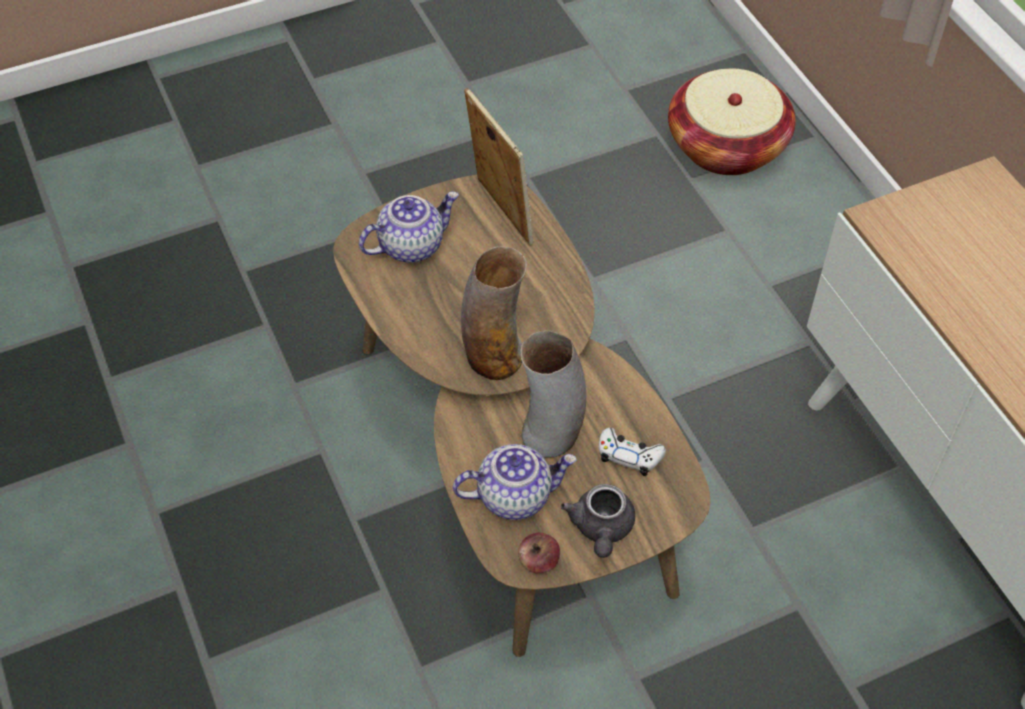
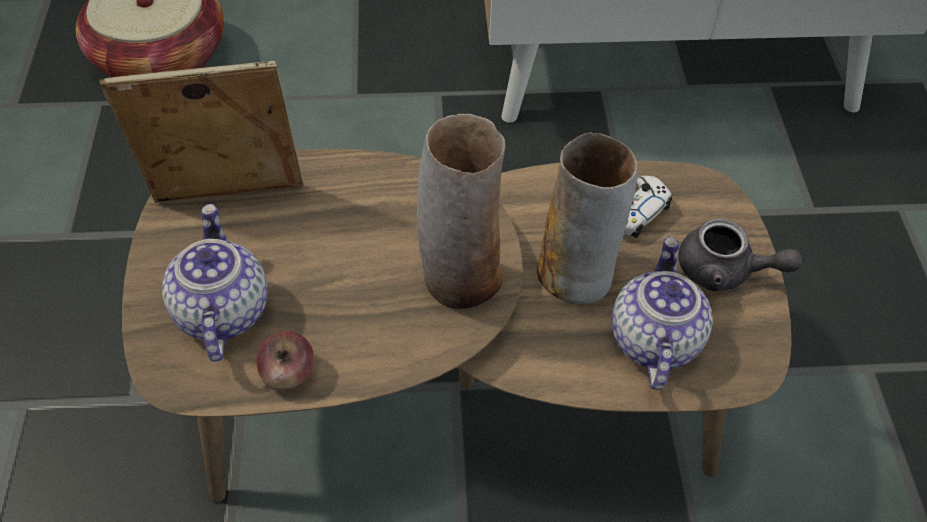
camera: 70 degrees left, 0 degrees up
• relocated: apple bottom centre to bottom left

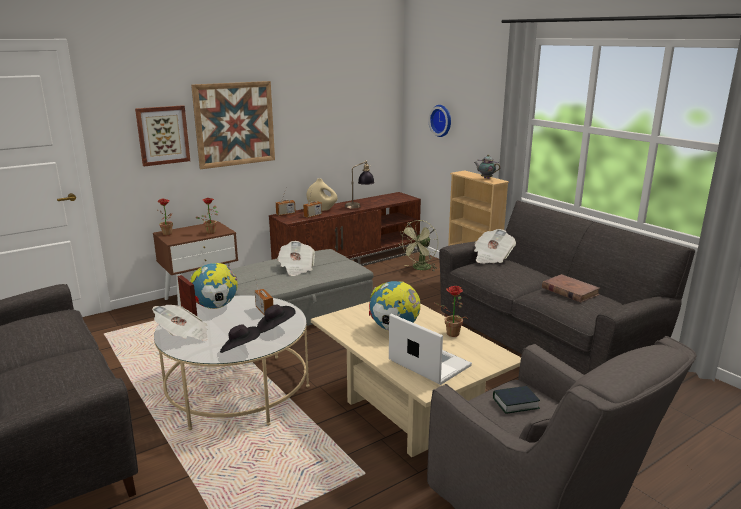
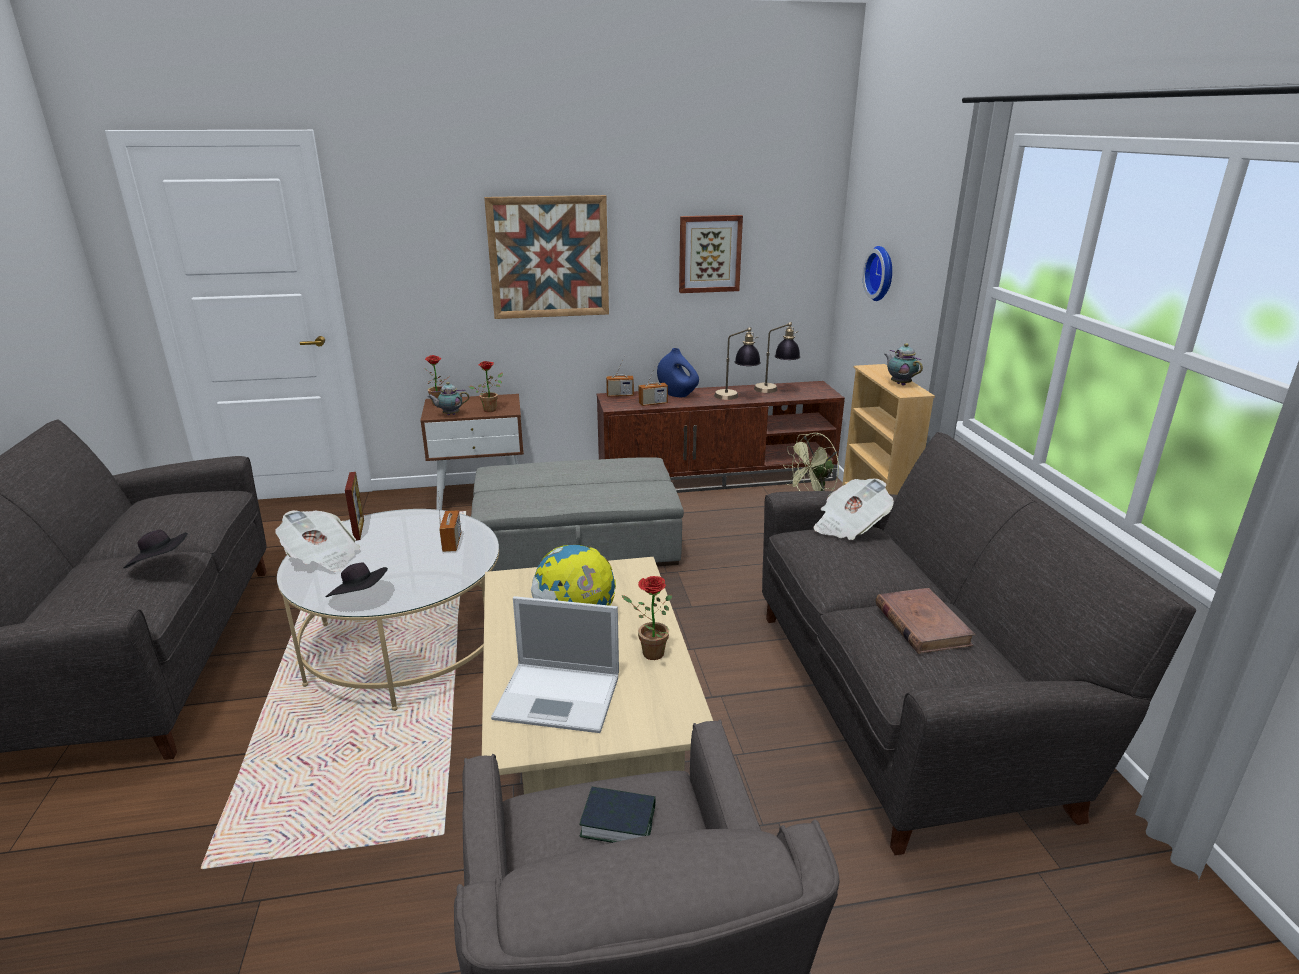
camera: 25 degrees right, 5 degrees up
• relocated: picture (no. 1 from left in the first image) top left to picture (no. 2 from left) top centre
• colour: vase (beige) centre to vase (blue) centre
• missing: newspaper (no. 2 from left) centre
• missing: globe (no. 1 from left) middle left
• relocated: hat (black) (no. 2 from left in the first image) centre to hat (black) (no. 1 from left) middle left
• spun: laptop bottom centre = bottom centre 120 degrees clockwise
• appeared: table lamp (no. 2 from left) centre
• appeared: teapot (no. 1 from left) centre

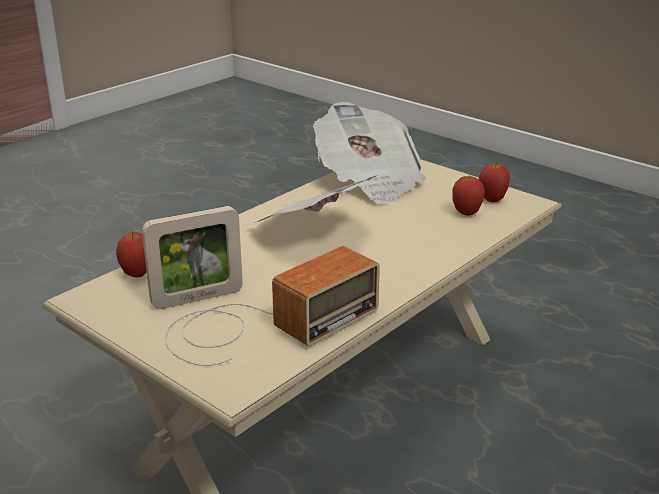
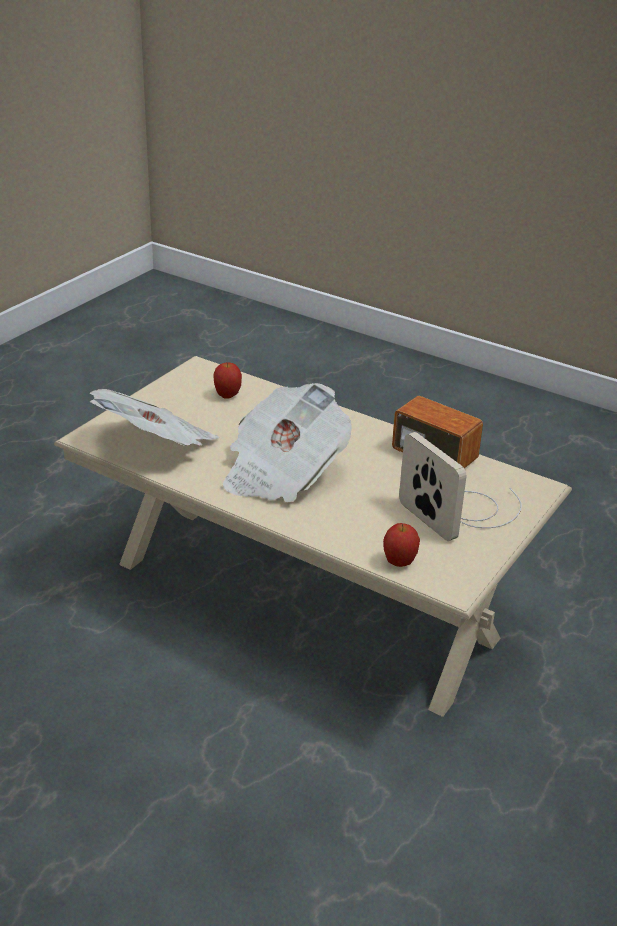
camera: 100 degrees left, 5 degrees up
• missing: apple (no. 3 from left) middle right

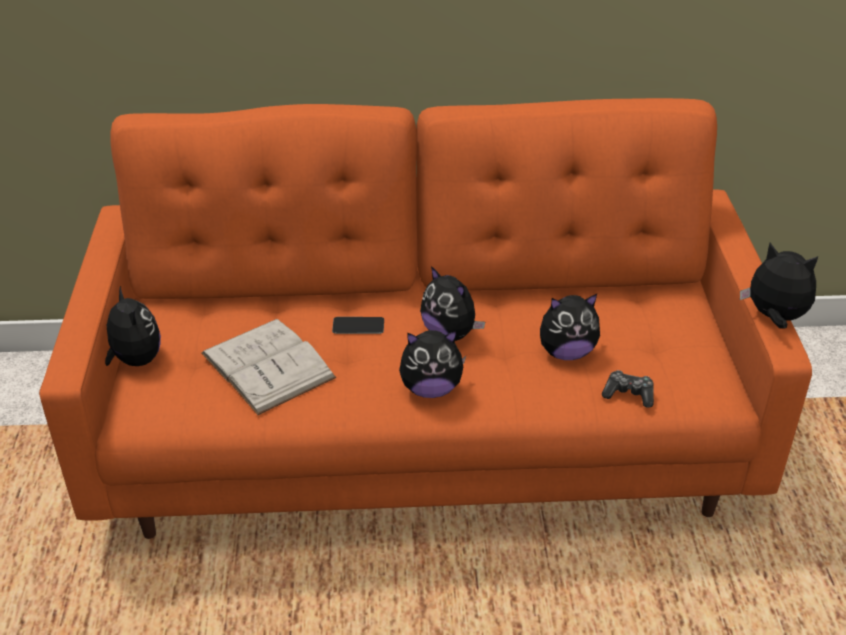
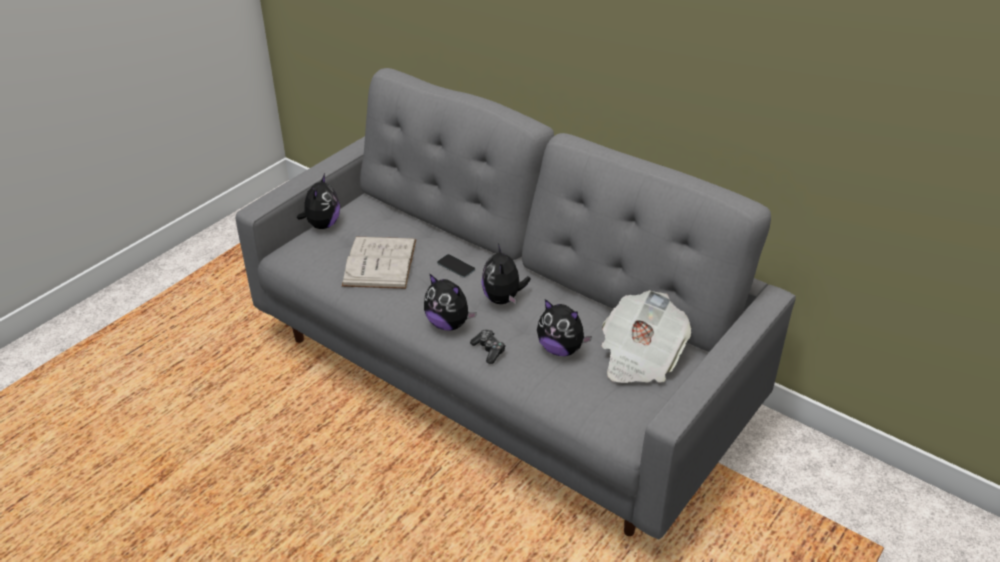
camera: 40 degrees right, 0 degrees up
• colour: sofa (orange) centre to sofa (grey) centre
• missing: plush toy (no. 5 from left) middle right
• relocated: game controller middle right to centre
• appeared: newspaper centre

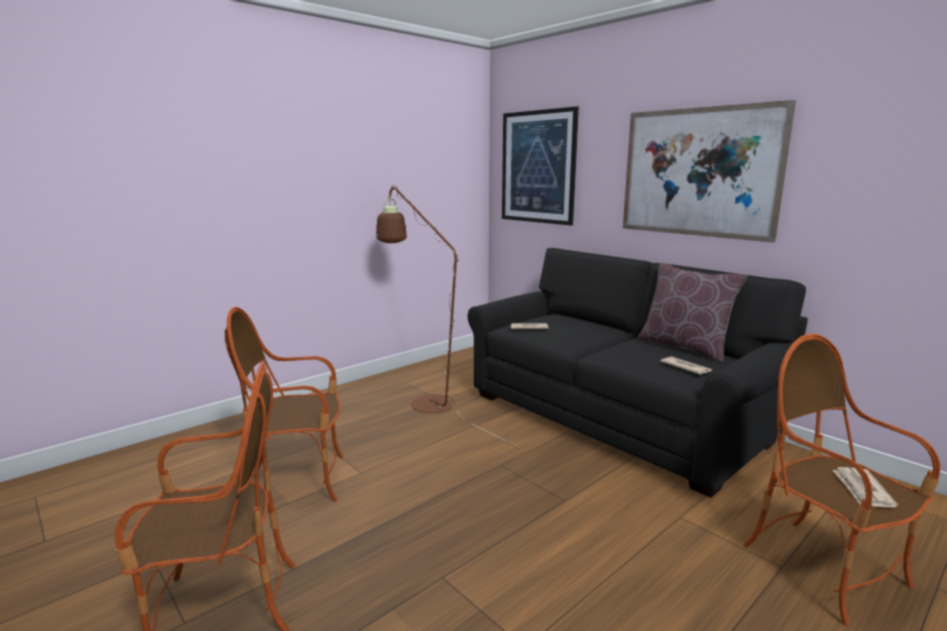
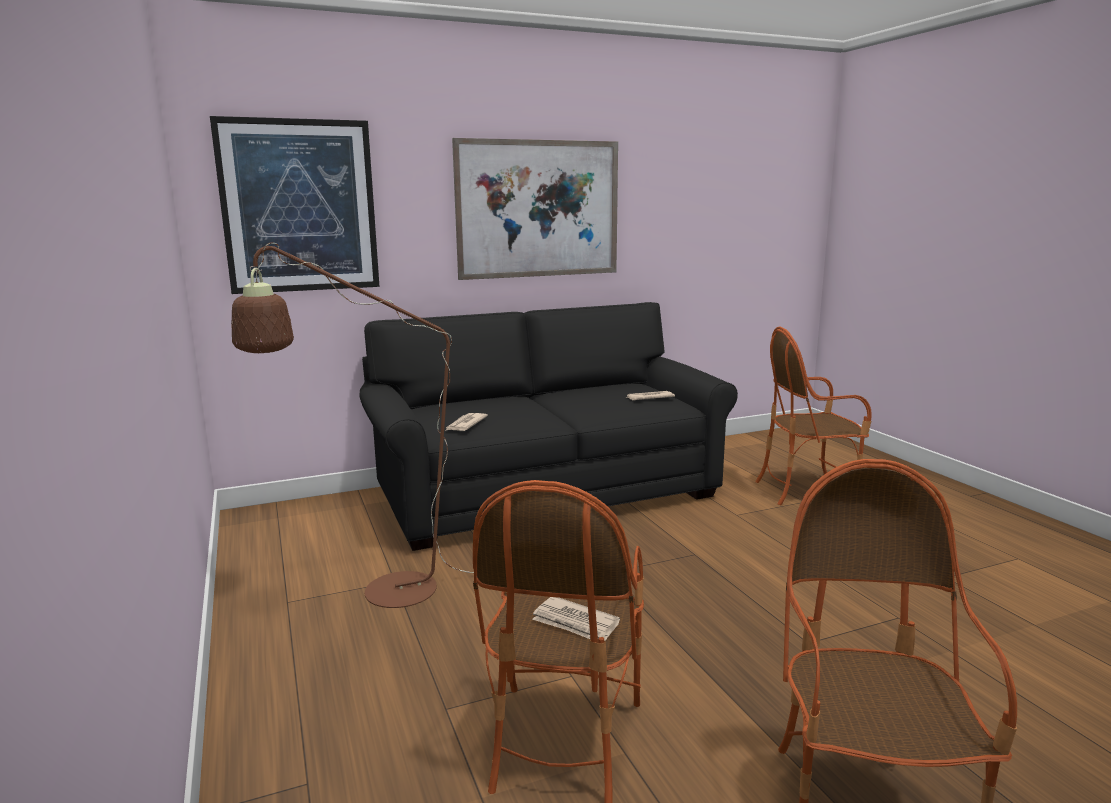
camera: 70 degrees left, 0 degrees up
• missing: pillow (brown) middle right
• relocated: newspaper (no. 3 from left in the first image) bottom right to newspaper (no. 2 from left) bottom centre

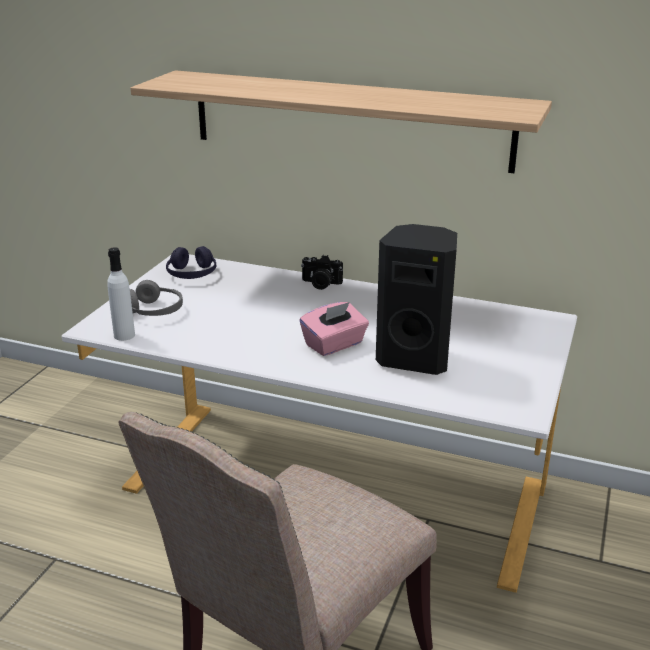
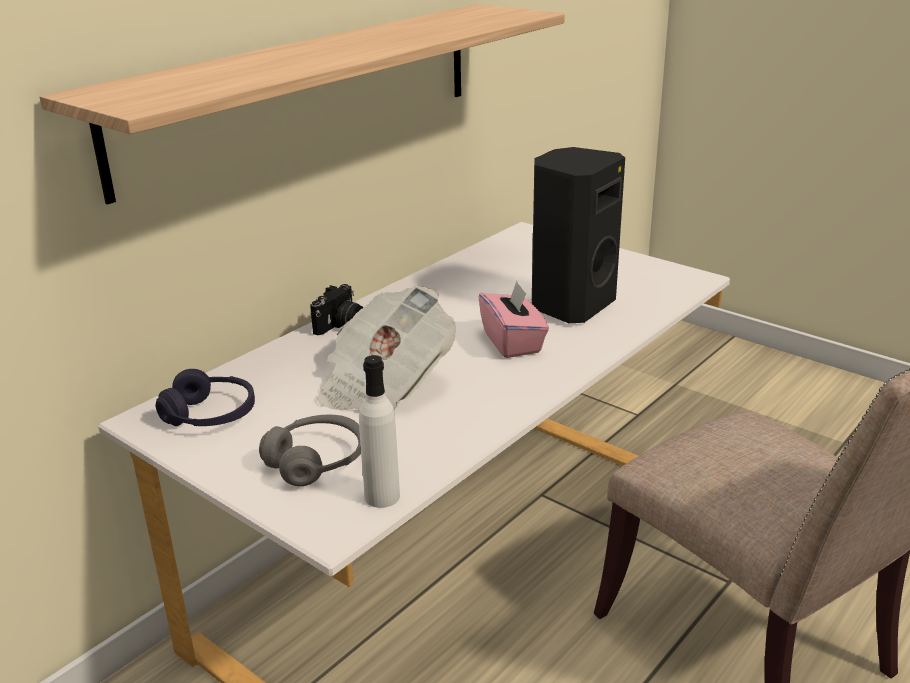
camera: 70 degrees left, 0 degrees up
• appeared: newspaper centre

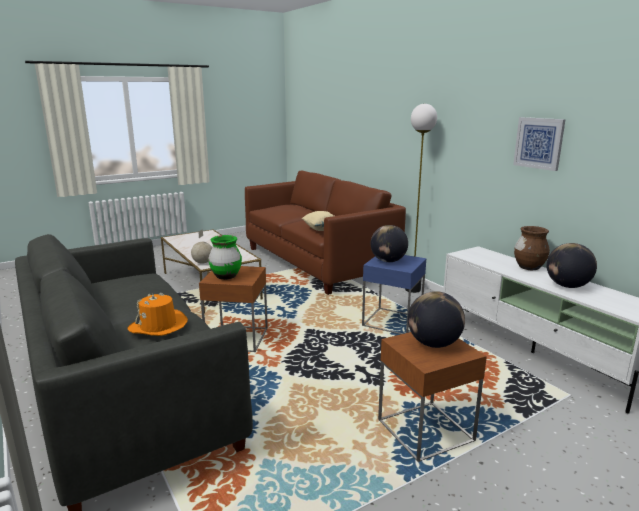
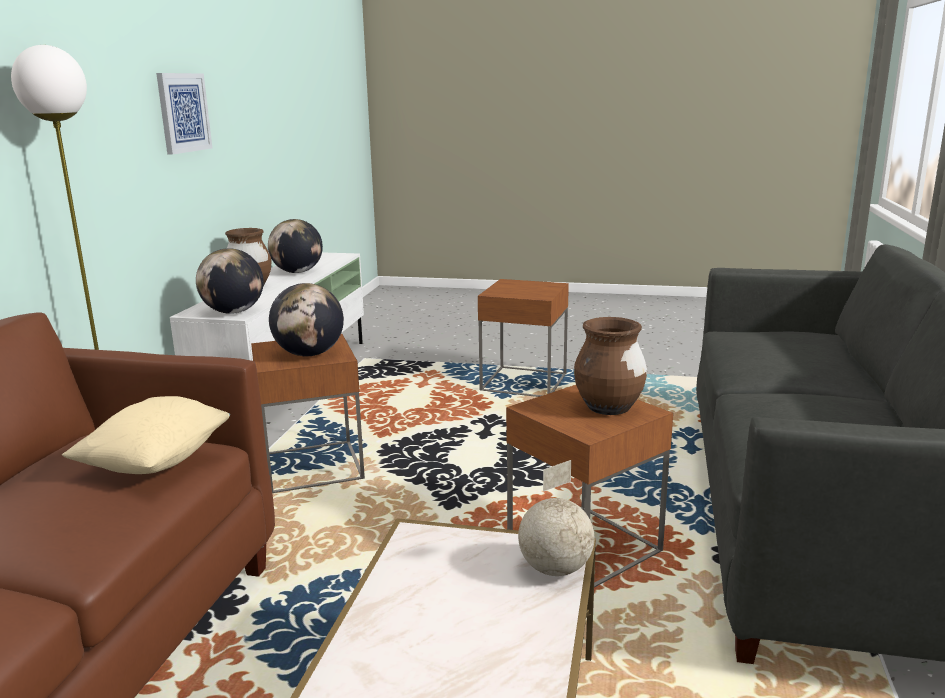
camera: 135 degrees left, 0 degrees up
• colour: vase (green) centre to vase (brown) (no. 2 from left) centre
• colour: side table (blue) centre to side table (brown) (no. 1 from left) middle left
• relocated: globe (no. 3 from left in the first image) middle right to globe (no. 1 from left) middle left
• missing: hat (orange) middle left

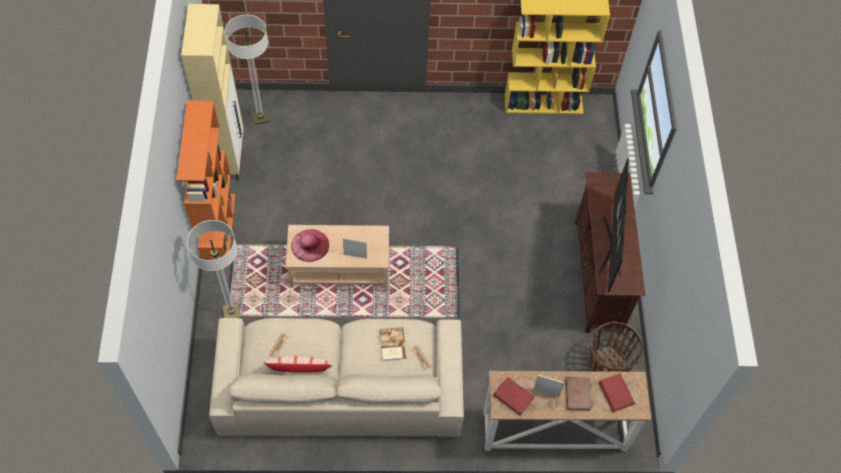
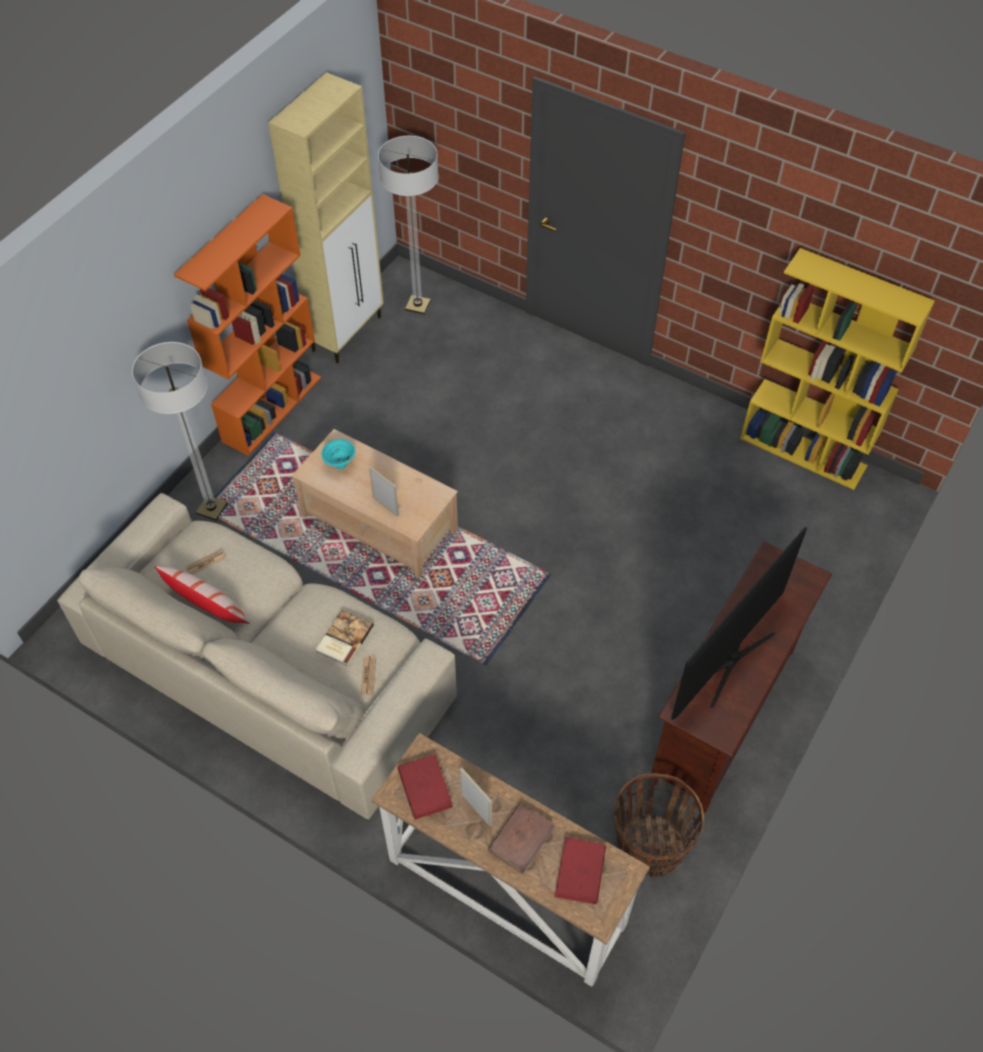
camera: 35 degrees right, 5 degrees down
• exchanged: hat (pink) centre to bowl (turquoise) centre

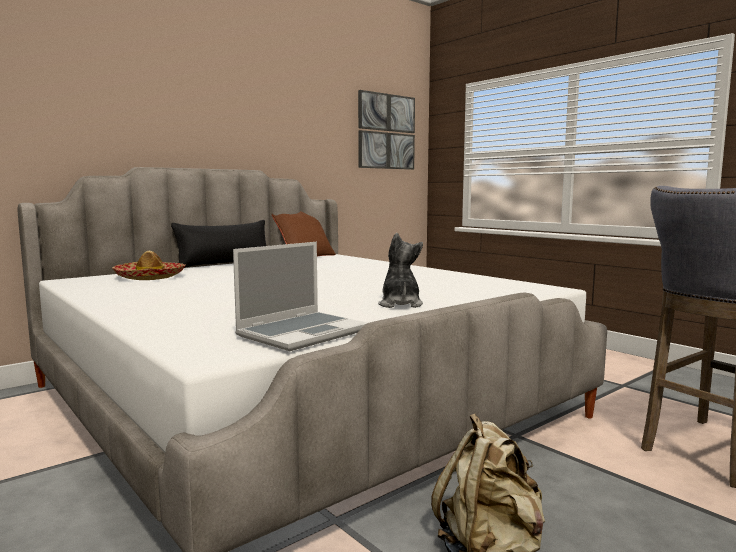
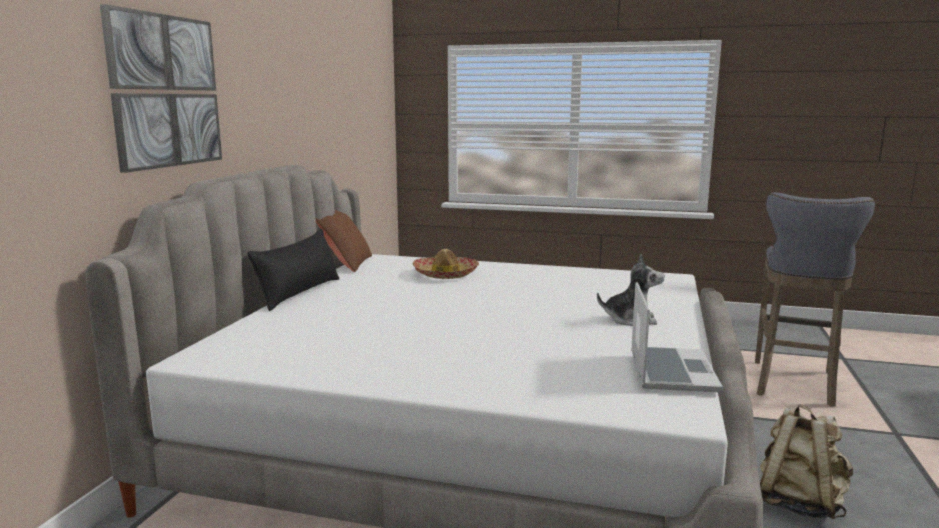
camera: 35 degrees left, 5 degrees up
• relocated: picture top centre to top left
• spun: plush toy centre = middle right 135 degrees clockwise
• relocated: hat middle left to centre

